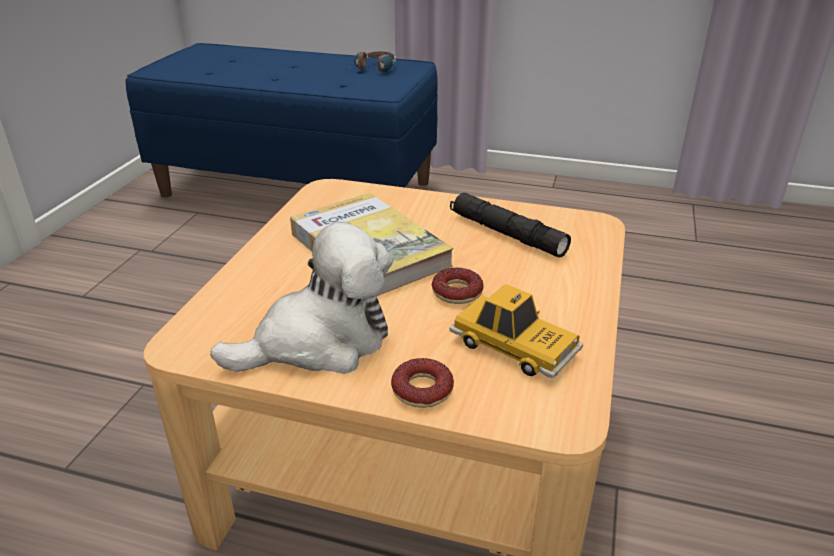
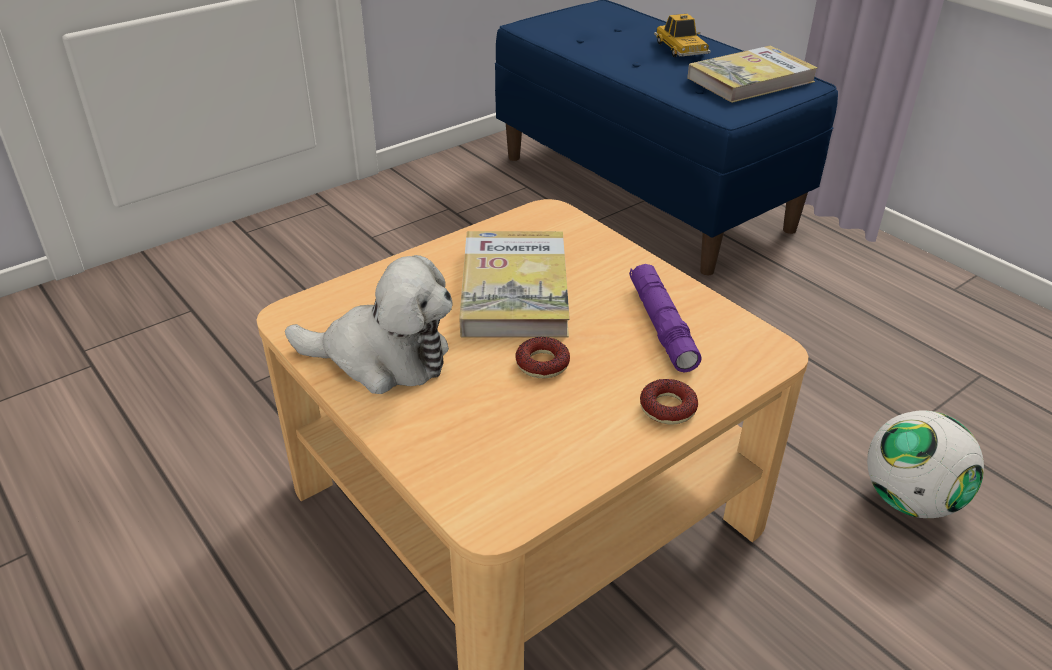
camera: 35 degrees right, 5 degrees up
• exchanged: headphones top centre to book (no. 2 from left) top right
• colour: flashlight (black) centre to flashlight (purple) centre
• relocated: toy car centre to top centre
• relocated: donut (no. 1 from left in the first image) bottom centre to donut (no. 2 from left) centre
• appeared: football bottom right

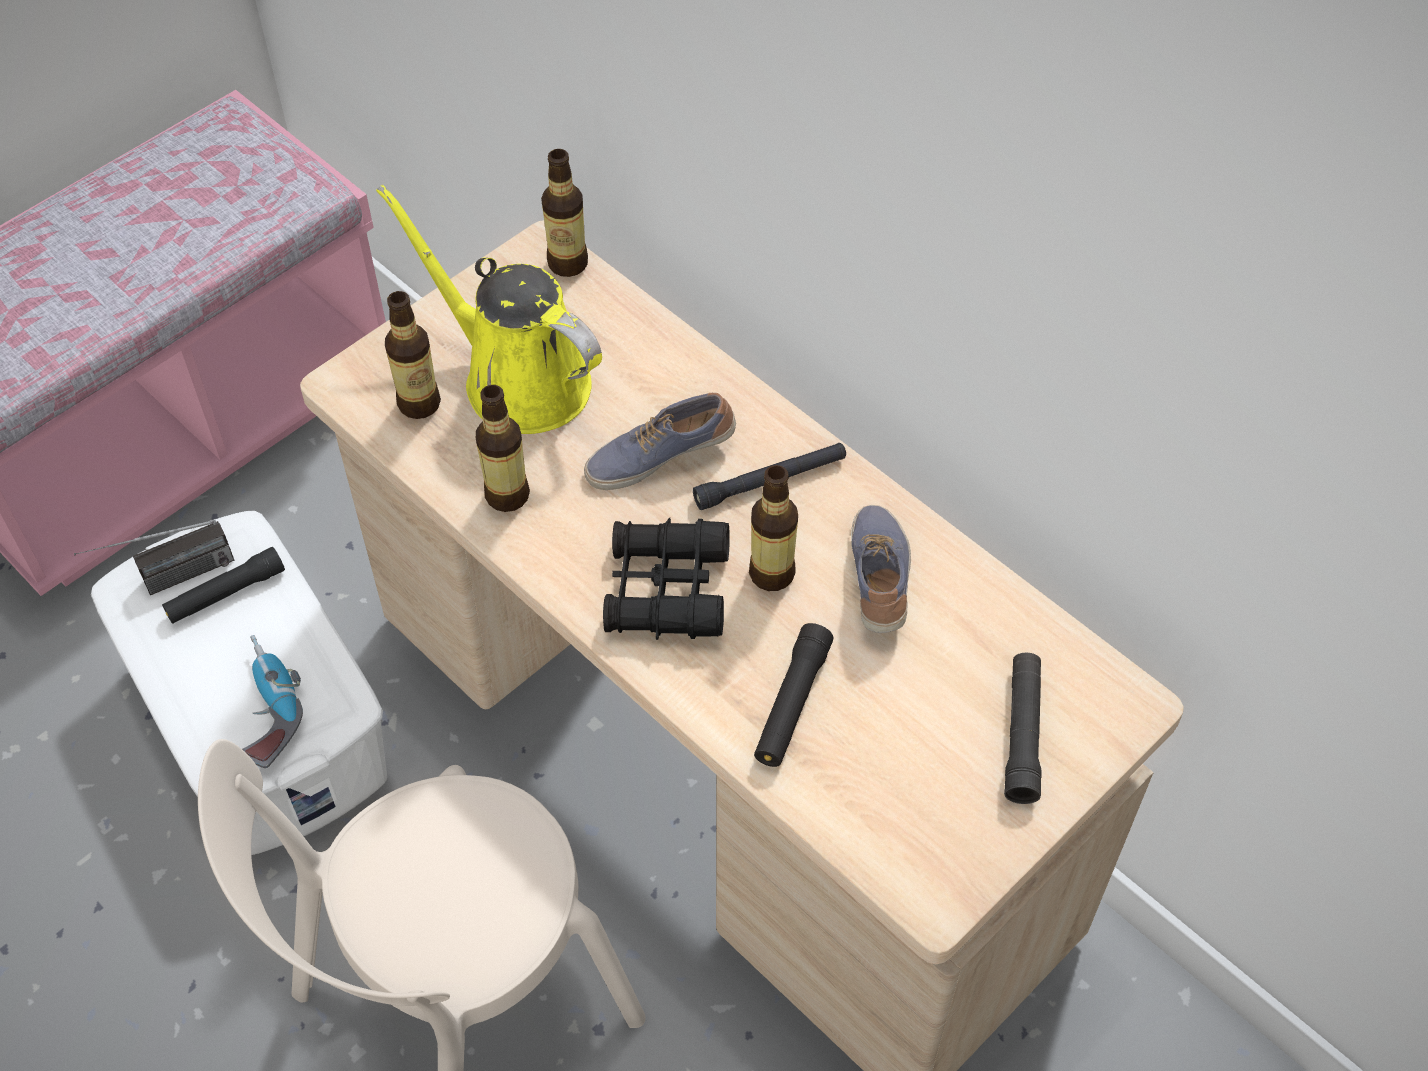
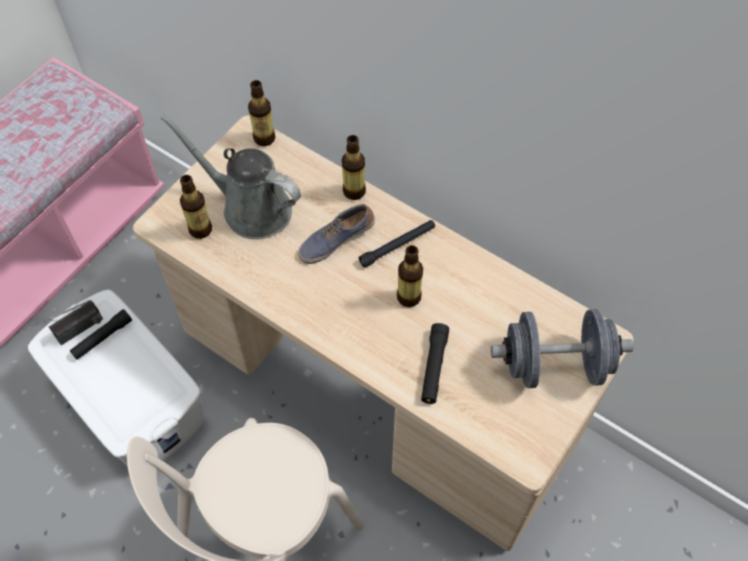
camera: 10 degrees left, 5 degrees up
• colour: watering can (yellow) top centre to watering can (grey) top left
• relocated: bottle (no. 2 from left in the first image) centre to bottle (no. 3 from left) top centre
• missing: shoe (no. 2 from left) centre
• missing: binoculars (black) centre
• missing: power drill middle left
• exchanged: flashlight (black) (no. 4 from left) bottom right to dumbbell (grey) middle right

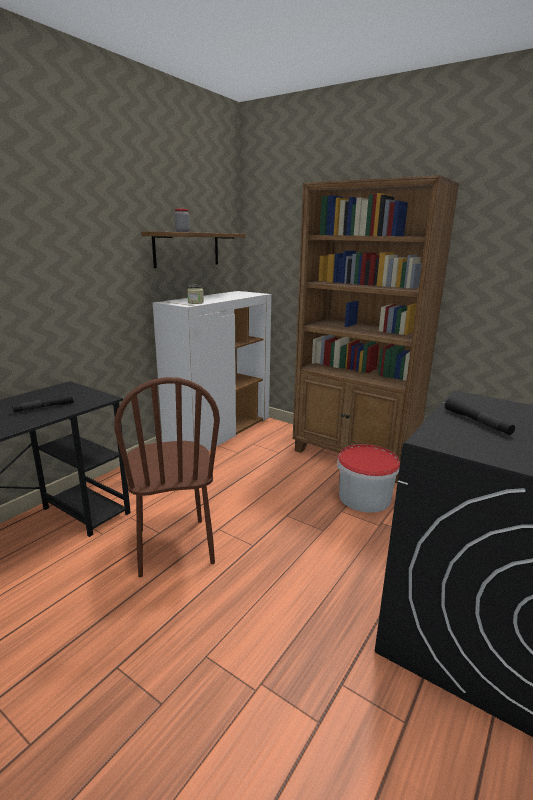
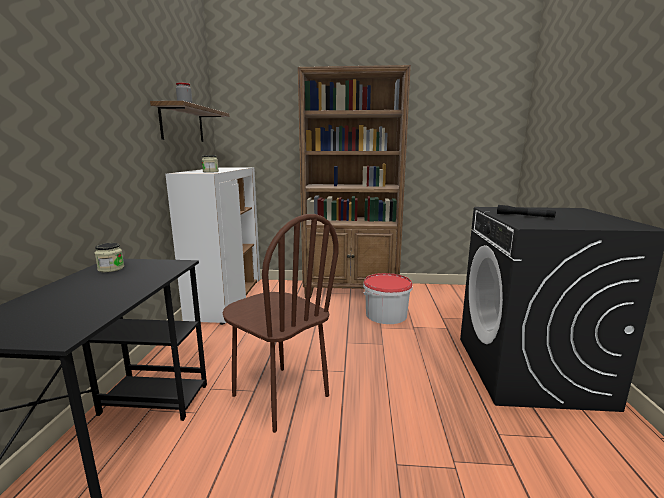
camera: 30 degrees left, 5 degrees down
• missing: flashlight (black) (no. 1 from left) middle left
• appeared: jar (no. 1 from left) middle left

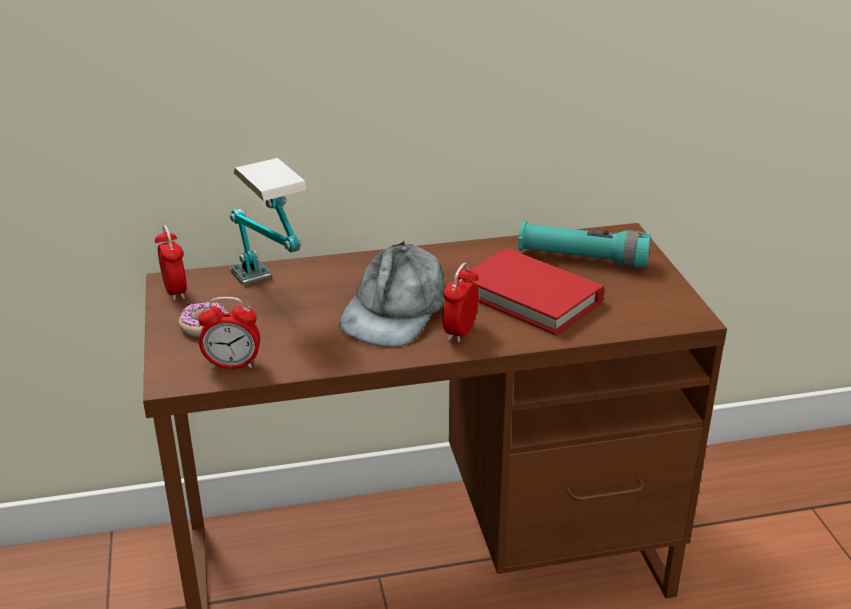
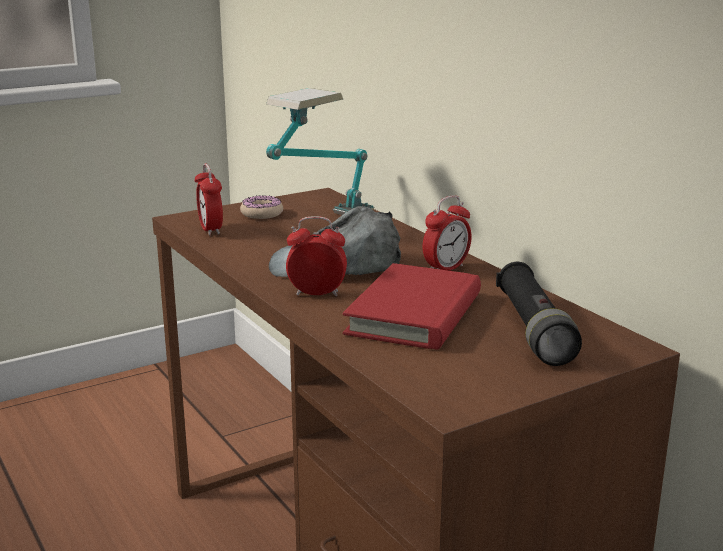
camera: 70 degrees right, 10 degrees down
• colour: flashlight (turquoise) middle right to flashlight (black) middle right
• relocated: alarm clock (no. 1 from left in the first image) middle left to alarm clock (no. 3 from left) centre

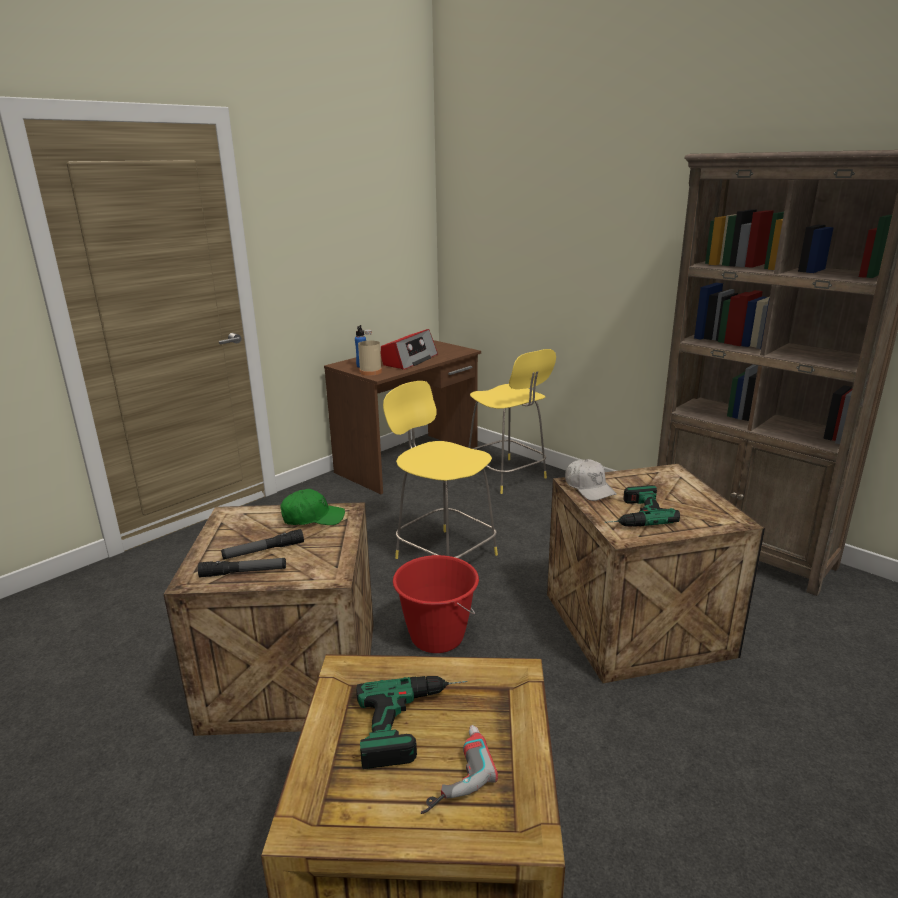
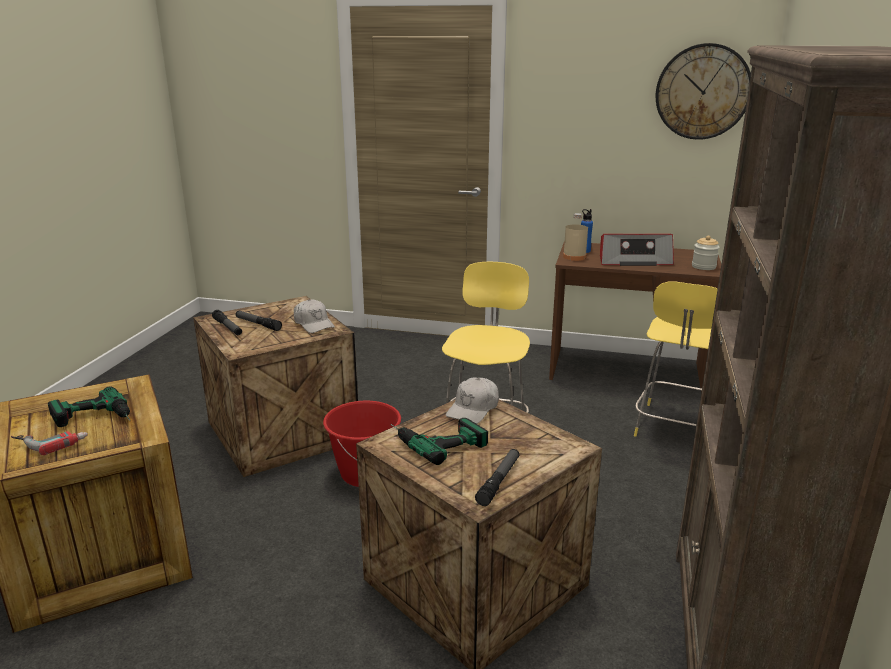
camera: 60 degrees right, 0 degrees up
• colour: cap (green) centre to cap (white) (no. 1 from left) centre
• appeared: wall clock top right
• appeared: jar middle right
• appeared: flashlight (no. 3 from left) bottom centre

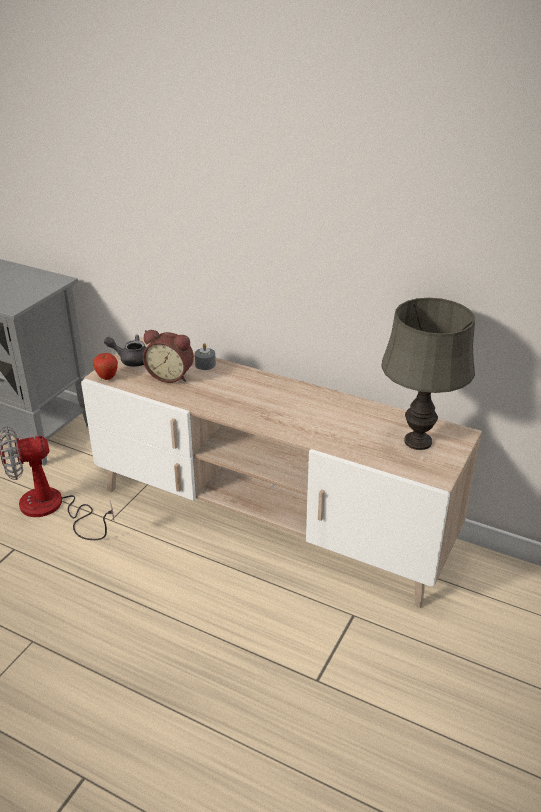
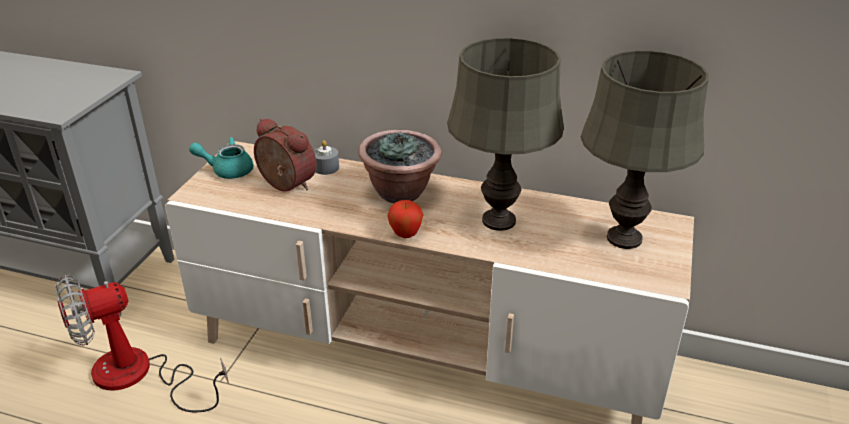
camera: 10 degrees left, 0 degrees up
• spun: alarm clock middle left = centre 150 degrees counterclockwise
• colour: teapot (grey) middle left to teapot (turquoise) middle left
• relocated: apple middle left to centre
• appeared: table lamp (grey) (no. 1 from left) top centre
• appeared: potted plant centre

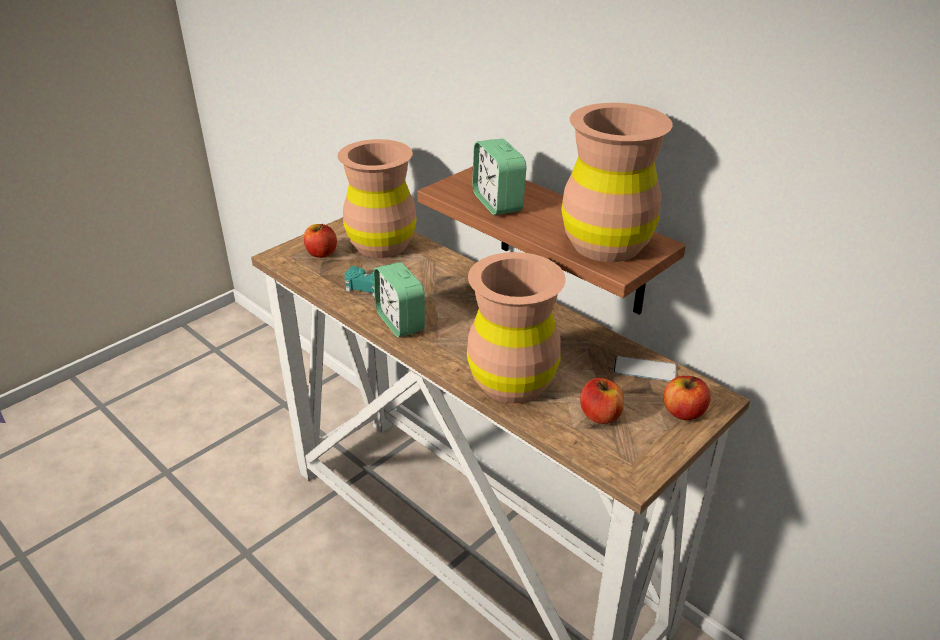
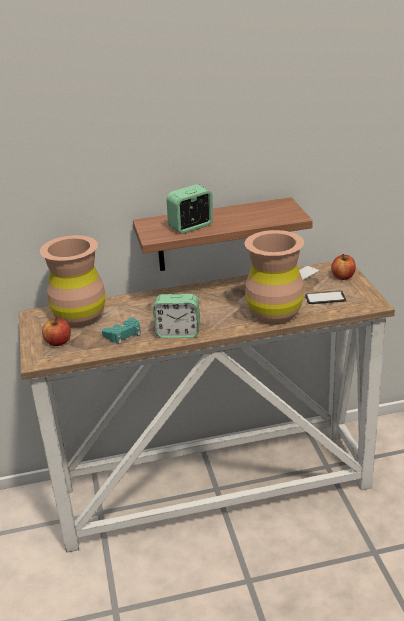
camera: 55 degrees left, 5 degrees down
• missing: vase (brown) (no. 3 from left) top centre
• spun: alarm clock (no. 2 from left) top centre = centre 135 degrees clockwise
• exchanged: apple (no. 2 from left) centre to phone (no. 2 from left) middle right

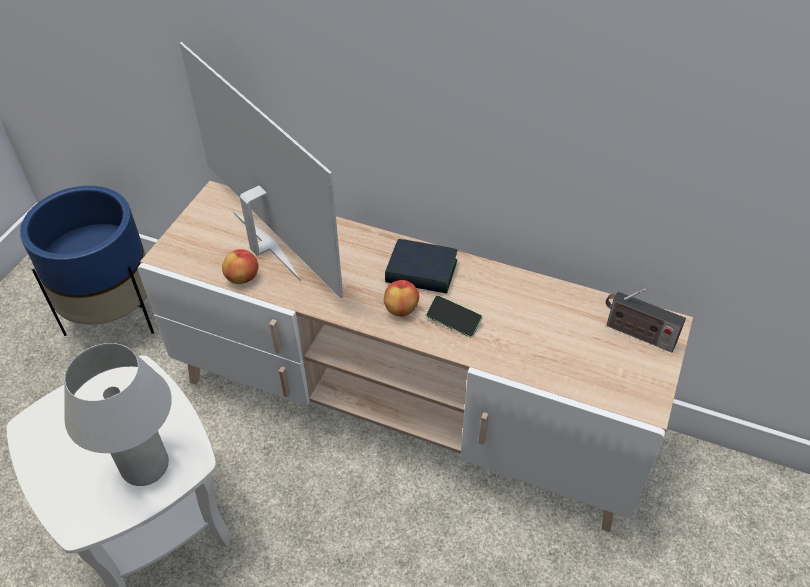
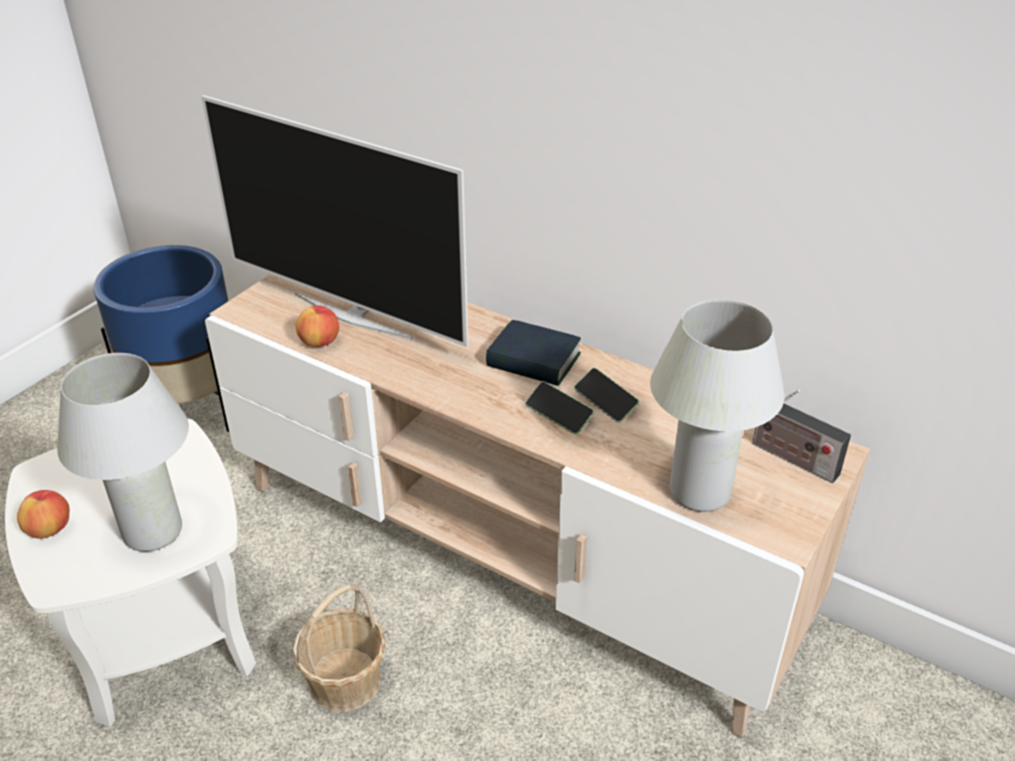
camera: 10 degrees right, 10 degrees down
• spun: television top left = top left 150 degrees clockwise
• relocated: apple (no. 2 from left in the first image) centre to apple (no. 1 from left) bottom left
• appeared: table lamp (white) (no. 2 from left) middle right
• appeared: phone (no. 2 from left) centre
• appeared: basket bottom centre

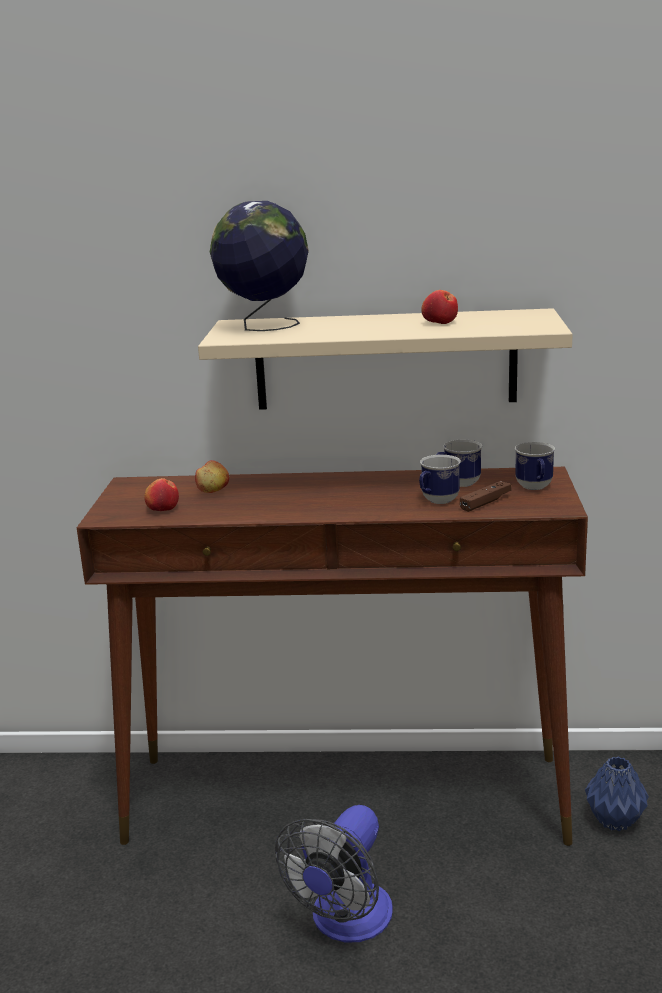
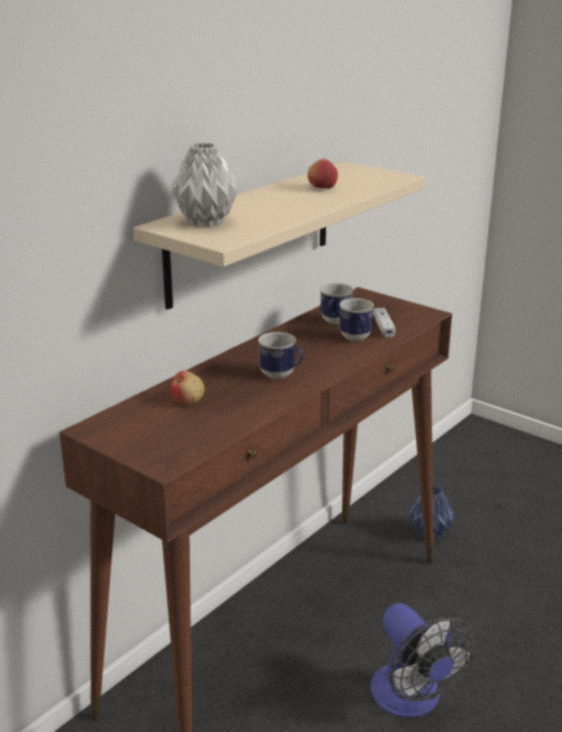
camera: 55 degrees left, 5 degrees up
• exchanged: globe top centre to vase (grey) top centre
• relocated: mug (no. 3 from left in the first image) middle right to mug (no. 1 from left) centre
• missing: apple (no. 1 from left) middle left
• colour: game controller (brown) middle right to game controller (white) middle right

